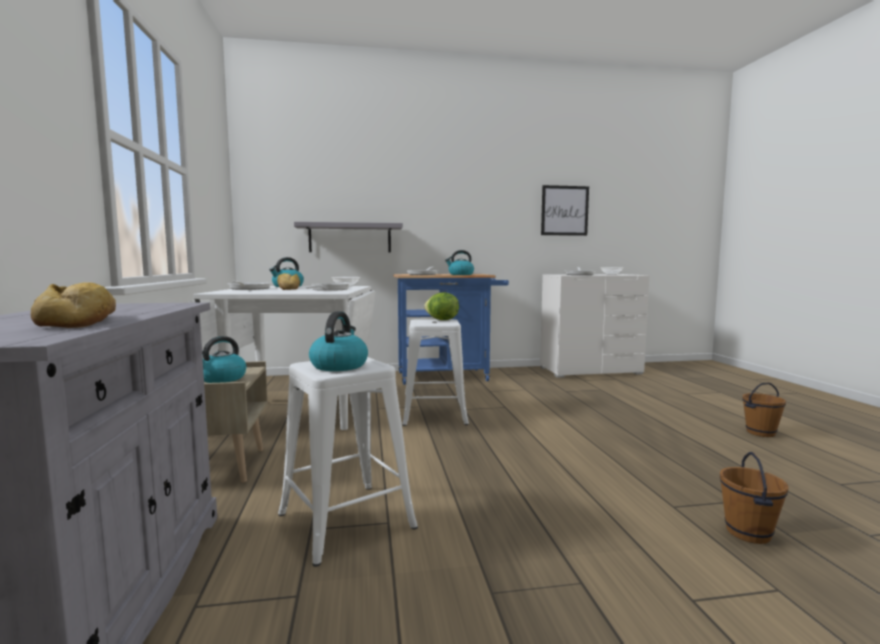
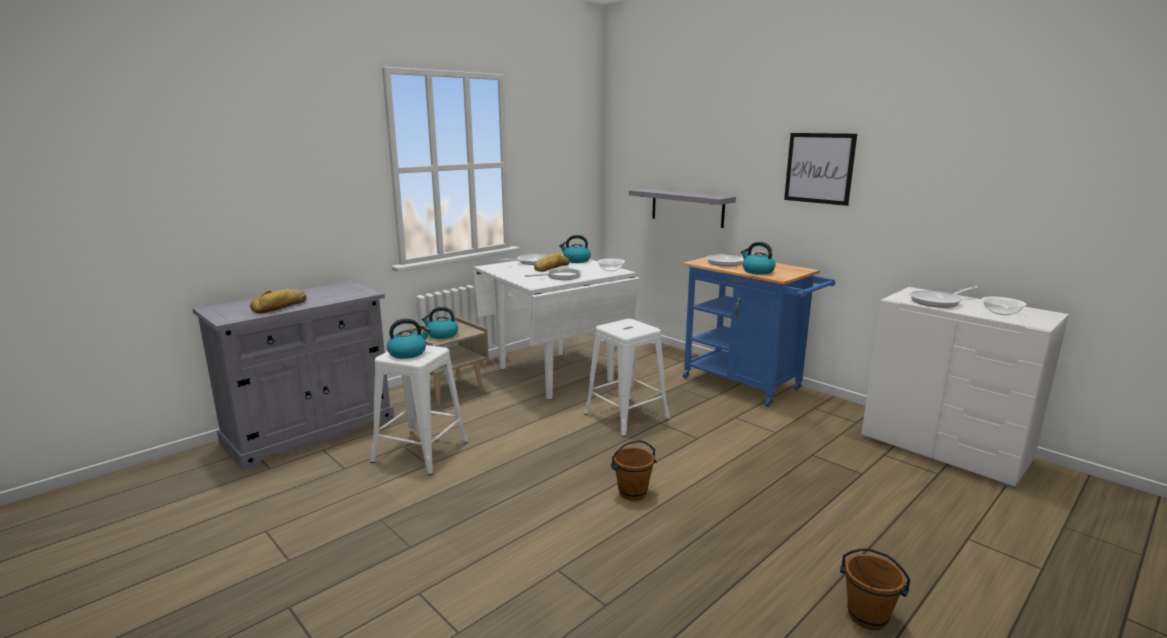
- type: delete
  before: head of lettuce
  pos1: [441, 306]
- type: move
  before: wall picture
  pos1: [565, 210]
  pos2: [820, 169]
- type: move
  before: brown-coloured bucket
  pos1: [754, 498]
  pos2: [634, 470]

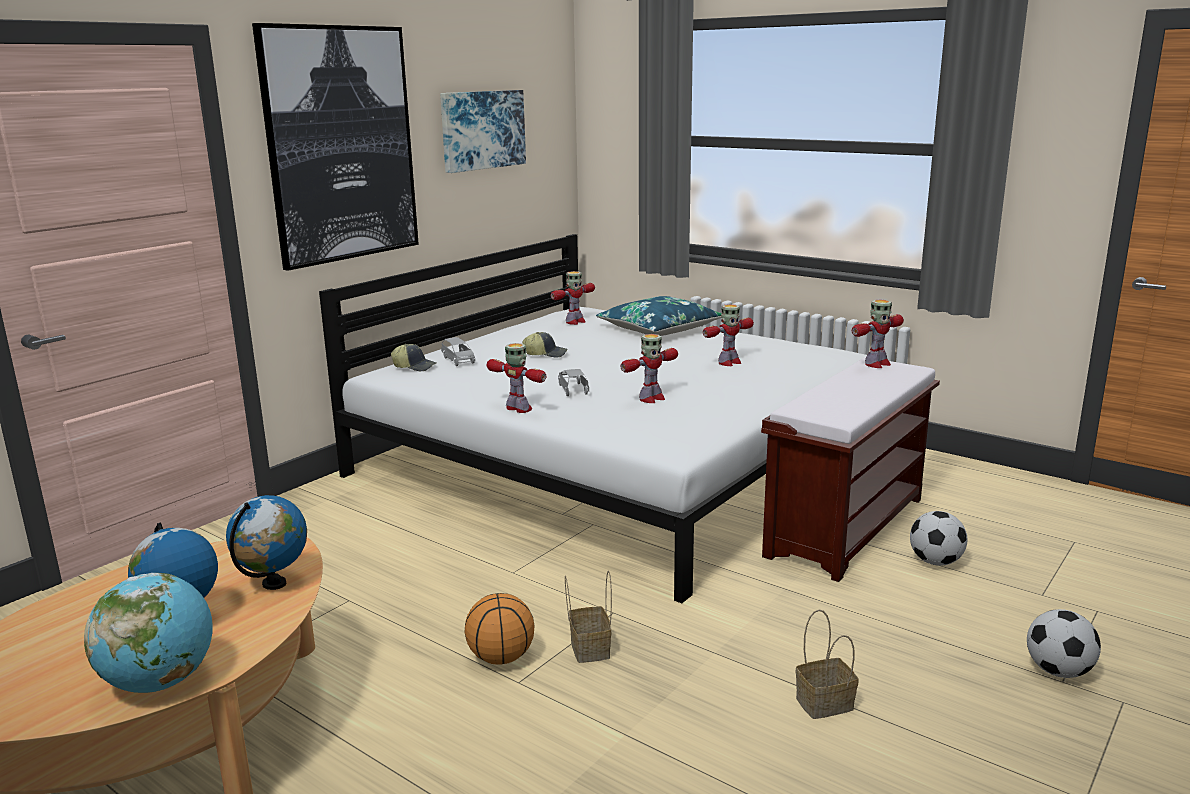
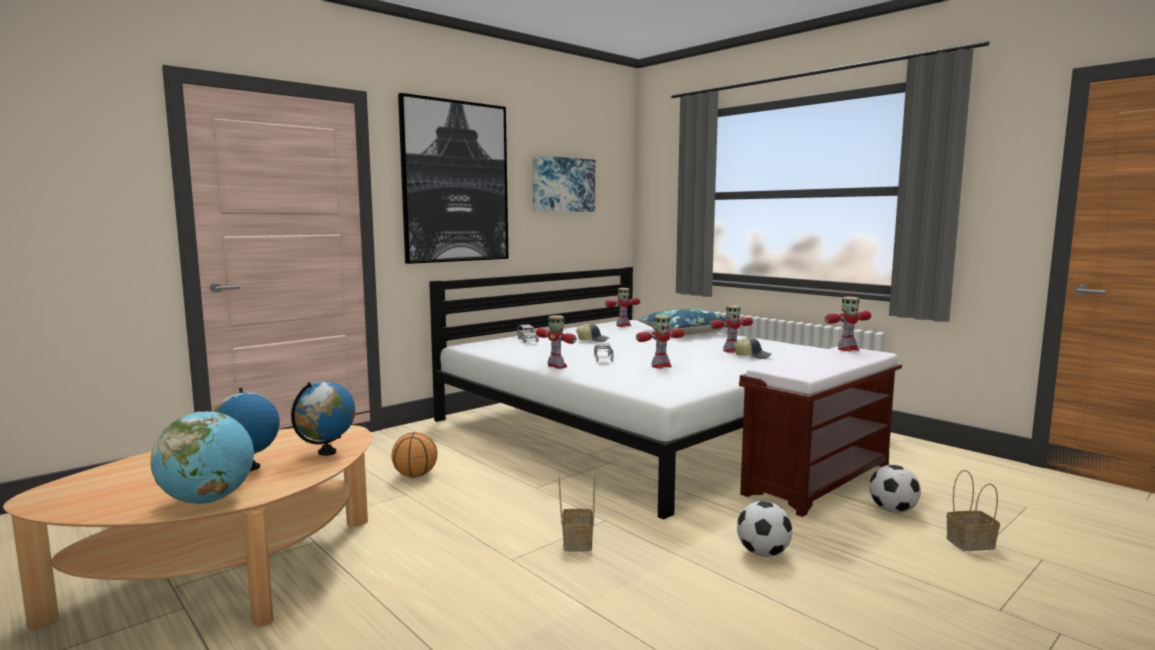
- type: move
  before: cap
  pos1: [413, 357]
  pos2: [752, 348]
- type: move
  before: basketball ball
  pos1: [499, 629]
  pos2: [414, 454]
- type: move
  before: storage basket
  pos1: [827, 664]
  pos2: [973, 510]
- type: move
  before: football
  pos1: [1064, 643]
  pos2: [764, 529]

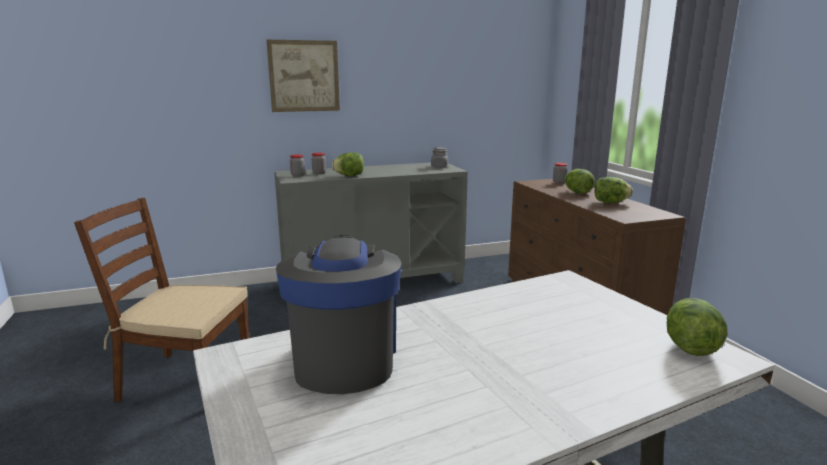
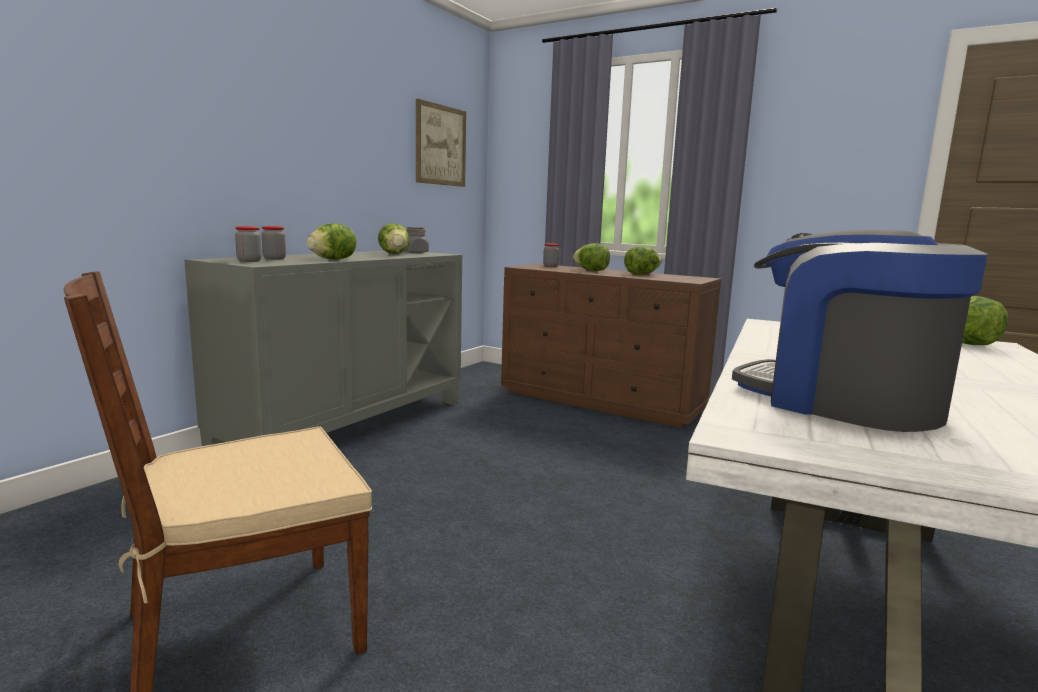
- type: insert
  after: head of lettuce
  pos2: [394, 238]
- type: move
  before: wall picture
  pos1: [303, 76]
  pos2: [441, 143]

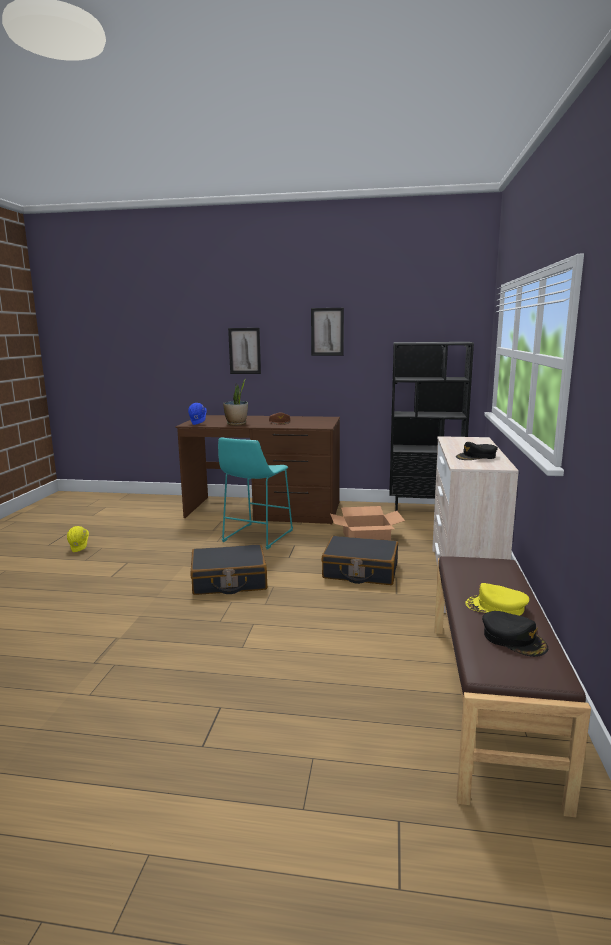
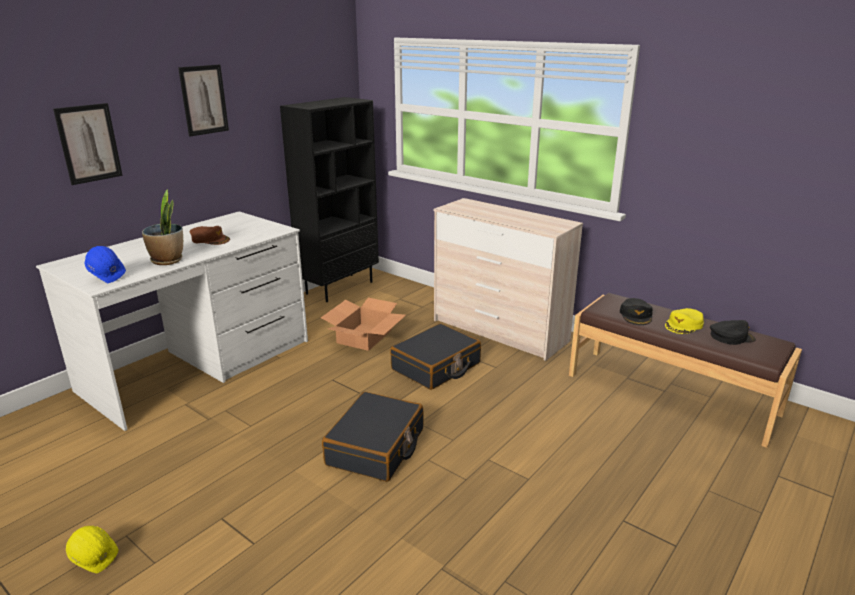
- type: delete
  before: turquoise stool seat
  pos1: [255, 493]
- type: move
  before: black-coloured cap
  pos1: [477, 451]
  pos2: [636, 311]
- type: recolor
  before: brown-coloured desk table
  after: white-coloured desk table
  pos1: [257, 469]
  pos2: [172, 321]

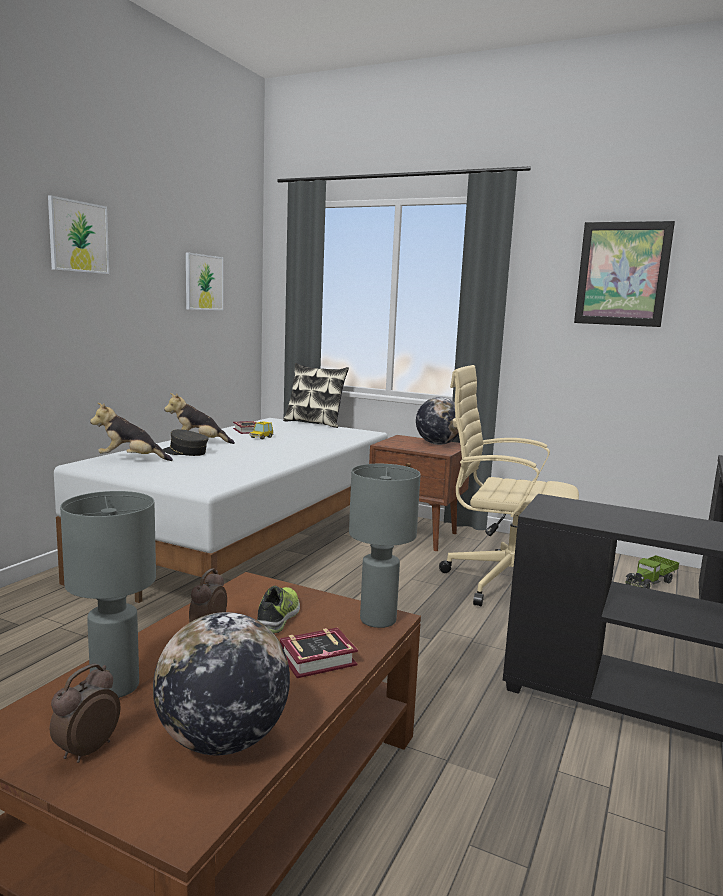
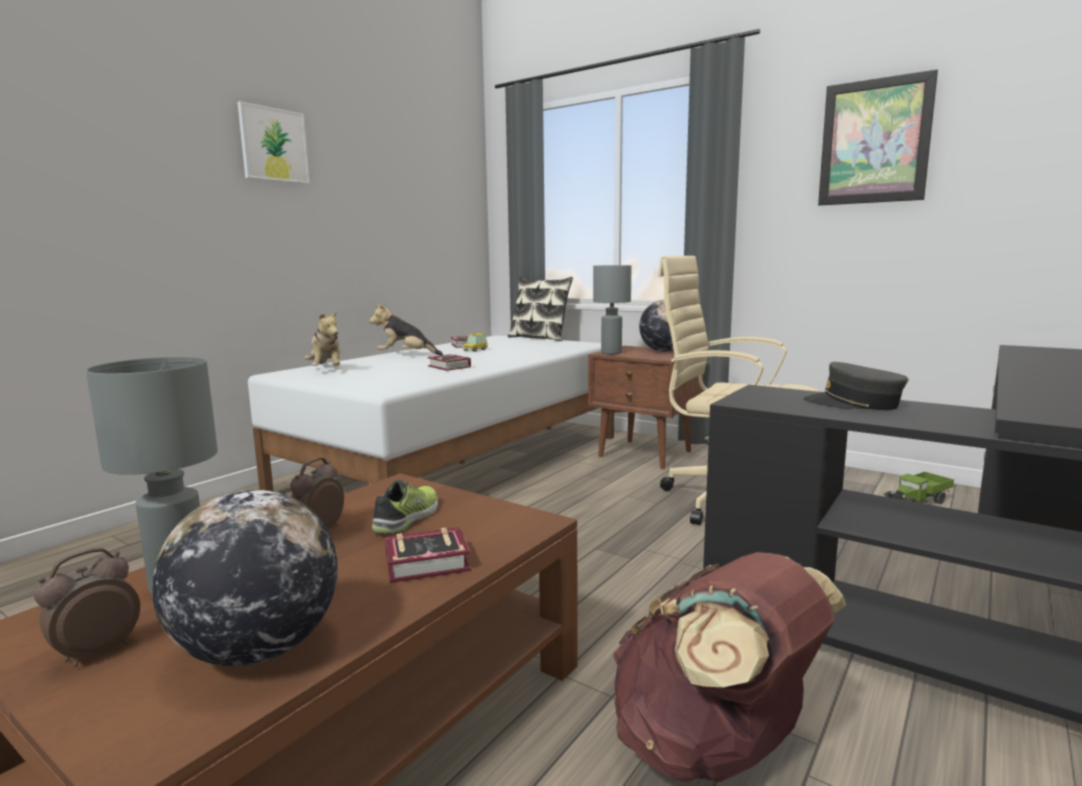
- type: delete
  before: wall picture
  pos1: [204, 281]
- type: insert
  after: book
  pos2: [449, 362]
- type: insert
  after: brown-coloured backpack
  pos2: [729, 667]
- type: move
  before: greyish cap
  pos1: [185, 442]
  pos2: [855, 386]
- type: move
  before: greyish lamp for a table
  pos1: [385, 546]
  pos2: [612, 309]
- type: rotate
  before: cuddly toy
  pos1: [131, 432]
  pos2: [322, 338]
  turn: -120

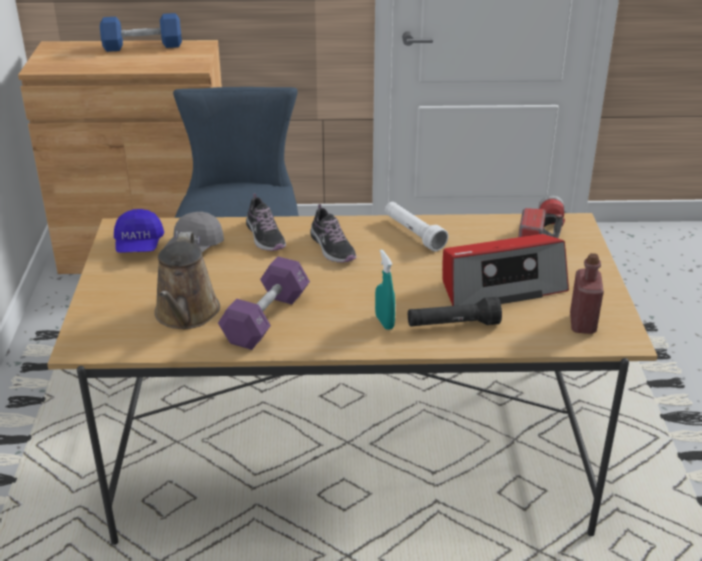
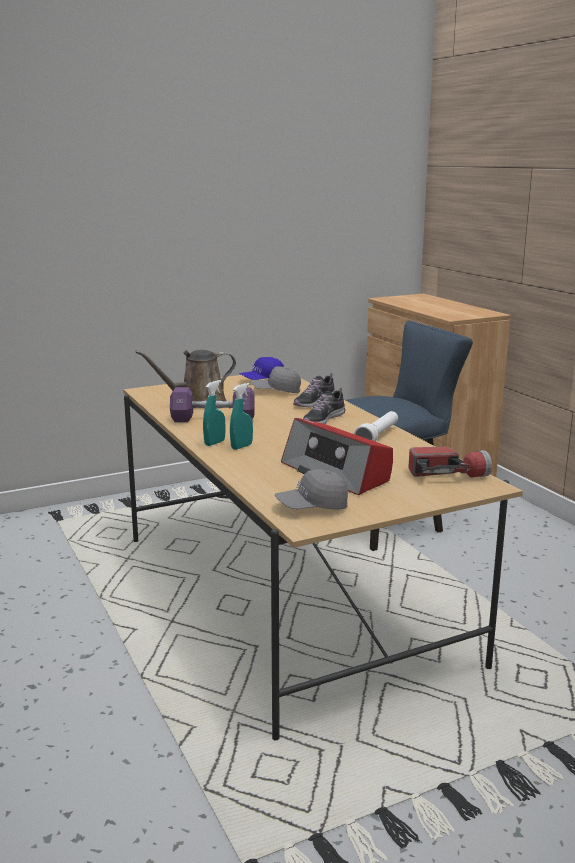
- type: delete
  before: bluish dumbbell
  pos1: [141, 32]
- type: delete
  before: black-coloured flashlight
  pos1: [455, 312]
- type: insert
  after: turquoise spray bottle
  pos2: [214, 413]
- type: replace
  before: reddish drink bottle
  after: greyish cap
  pos1: [587, 293]
  pos2: [311, 489]

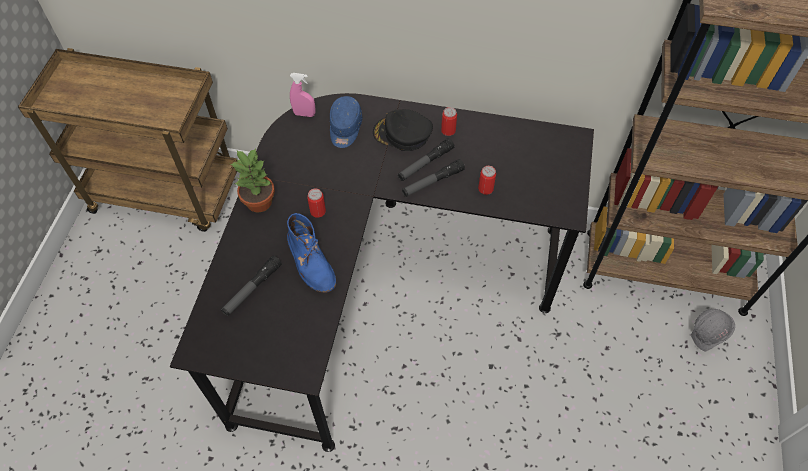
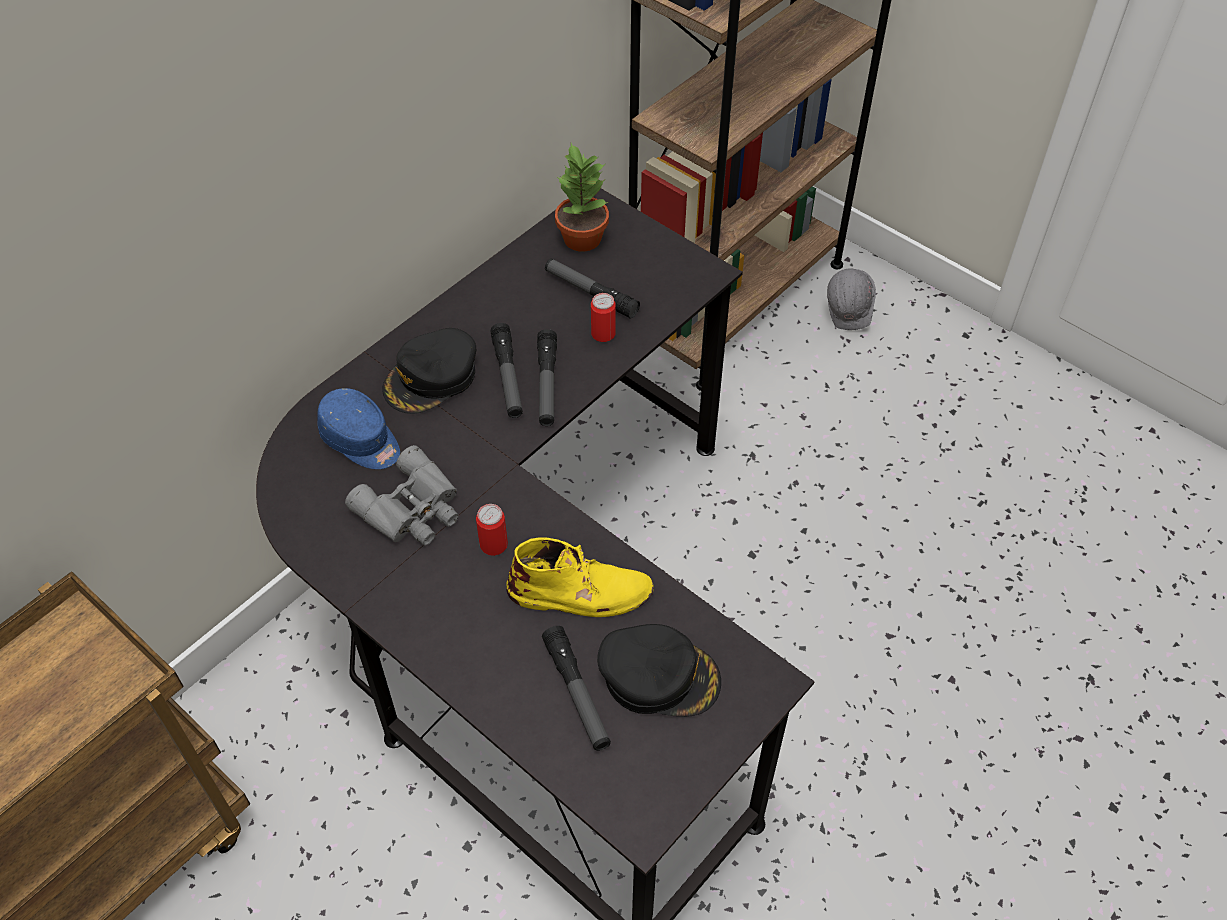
- type: delete
  before: pink-coloured spray bottle
  pos1: [303, 95]
- type: delete
  before: can
  pos1: [449, 121]
- type: insert
  after: greyish binoculars
  pos2: [402, 495]
- type: insert
  after: flashlight
  pos2: [592, 289]
- type: insert
  after: black-coloured cap
  pos2: [659, 670]
- type: move
  before: potted plant
  pos1: [253, 181]
  pos2: [582, 197]
- type: recolor
  before: bluish tall boot
  after: yellow-coloured tall boot
  pos1: [311, 253]
  pos2: [580, 577]

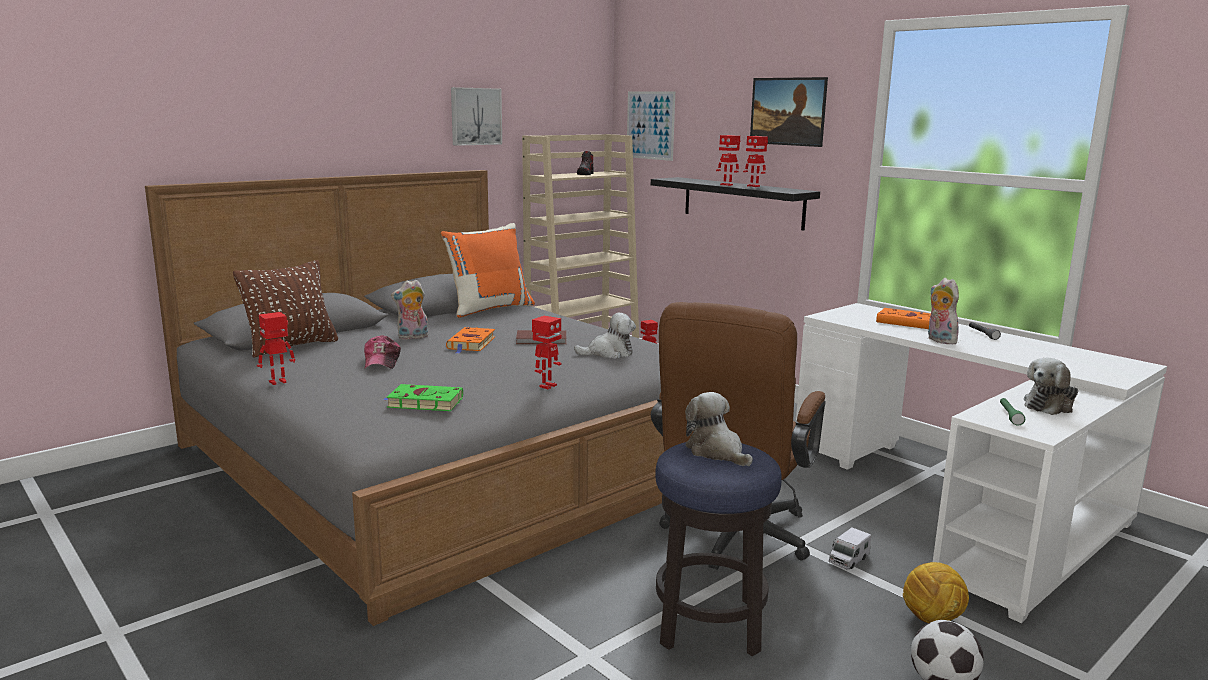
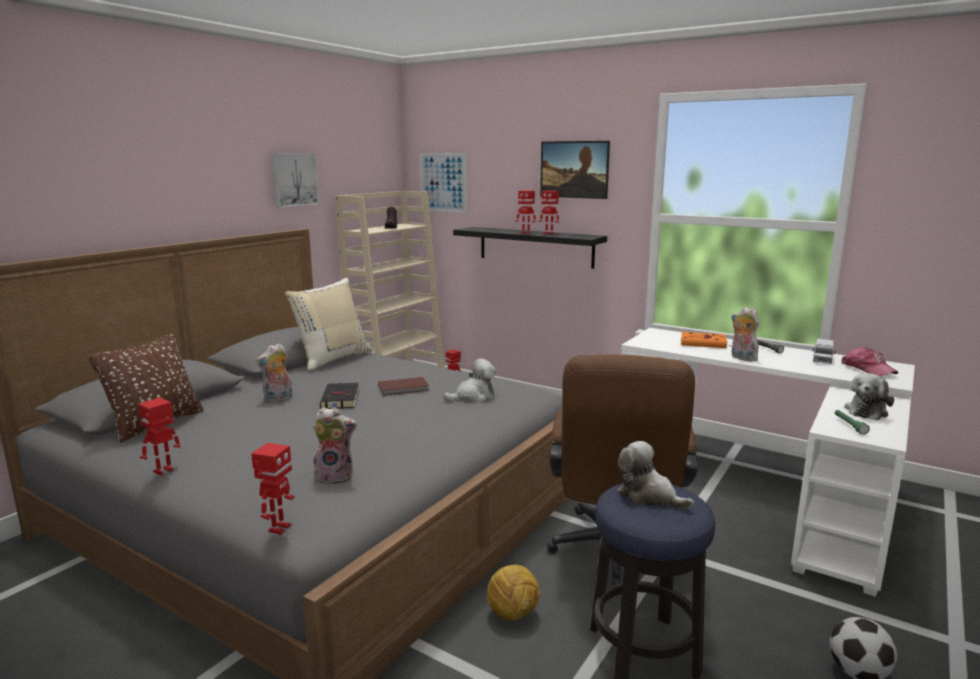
- type: move
  before: cap
  pos1: [382, 352]
  pos2: [870, 361]
- type: move
  before: robot figure
  pos1: [546, 353]
  pos2: [273, 489]
- type: move
  before: toy lorry
  pos1: [850, 549]
  pos2: [823, 351]
- type: move
  before: football
  pos1: [936, 592]
  pos2: [513, 592]
- type: replace
  before: green book
  after: cuddly toy
  pos1: [423, 397]
  pos2: [335, 446]
- type: recolor
  before: orange-coloured pillow
  after: beige-coloured pillow
  pos1: [488, 270]
  pos2: [329, 325]
- type: recolor
  before: orange-coloured book
  after: black-coloured book
  pos1: [470, 340]
  pos2: [339, 396]

